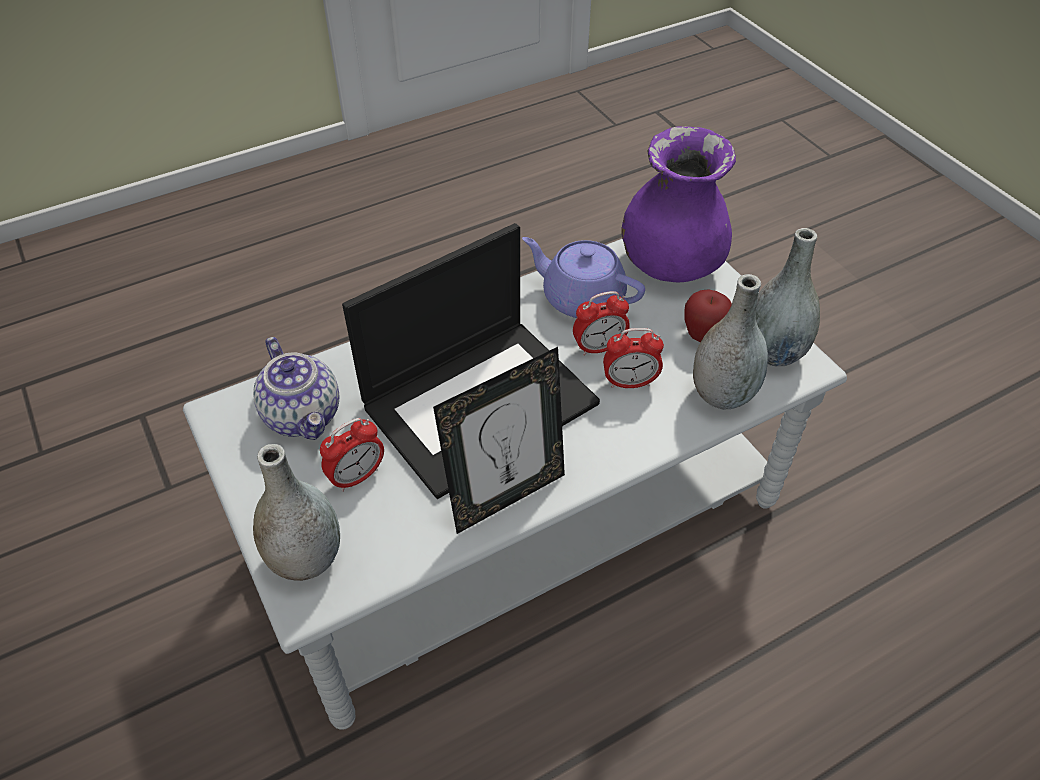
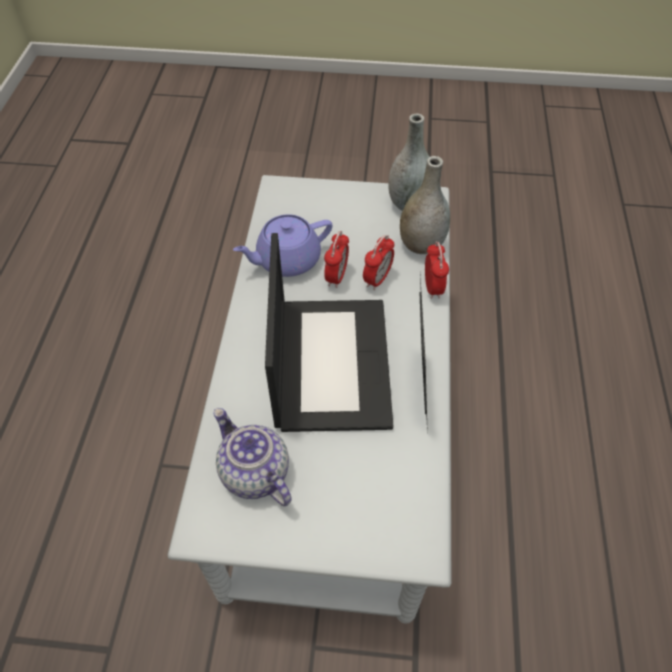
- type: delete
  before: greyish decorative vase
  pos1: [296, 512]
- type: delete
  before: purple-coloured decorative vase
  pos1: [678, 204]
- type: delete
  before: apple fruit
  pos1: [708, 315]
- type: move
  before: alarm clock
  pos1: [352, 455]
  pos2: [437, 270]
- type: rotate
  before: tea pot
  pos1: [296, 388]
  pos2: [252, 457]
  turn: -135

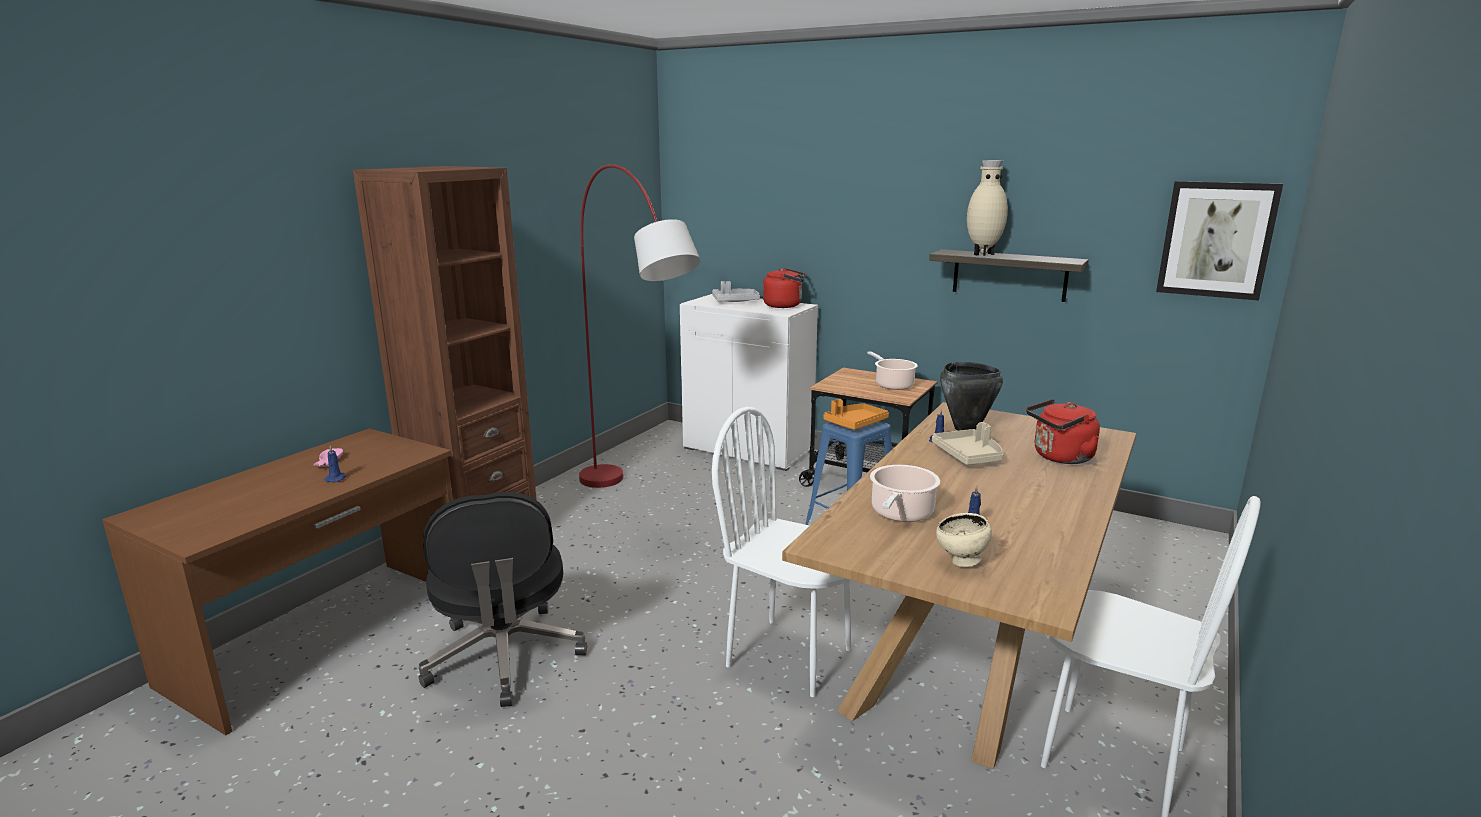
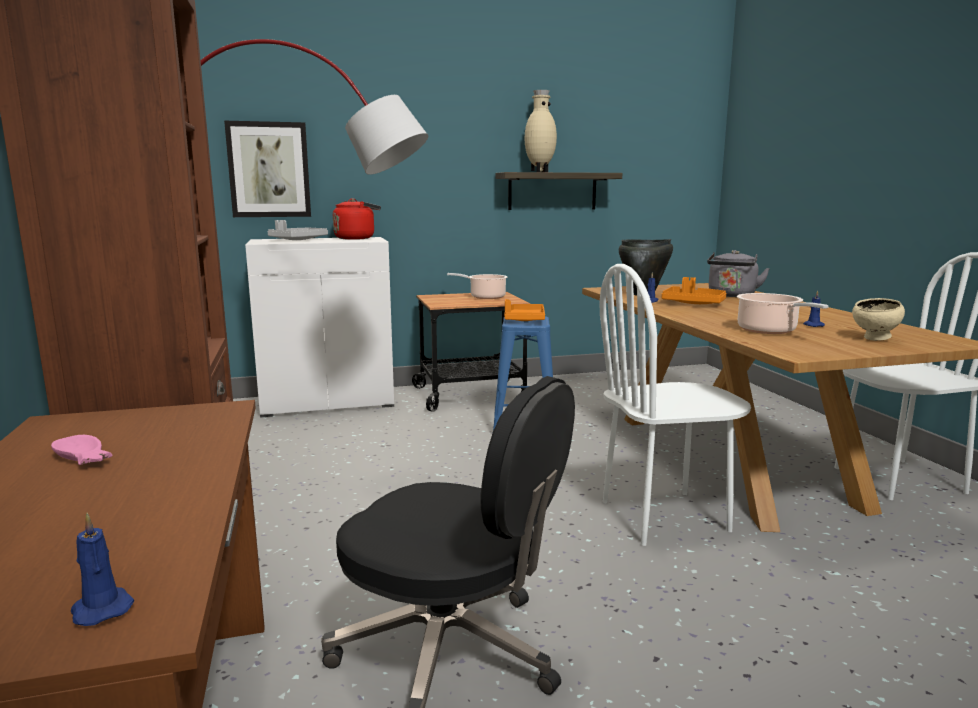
- type: move
  before: bluish wax light
  pos1: [335, 463]
  pos2: [102, 569]
- type: move
  before: wall picture
  pos1: [1219, 241]
  pos2: [267, 169]
- type: recolor
  before: beige-coloured carrying tray
  after: orange-coloured carrying tray
  pos1: [967, 443]
  pos2: [694, 290]
- type: recolor
  before: reddish water kettle
  after: greyish water kettle
  pos1: [1063, 431]
  pos2: [738, 273]

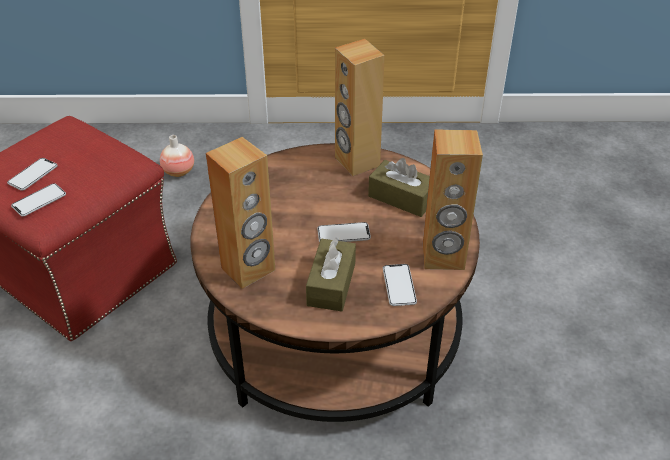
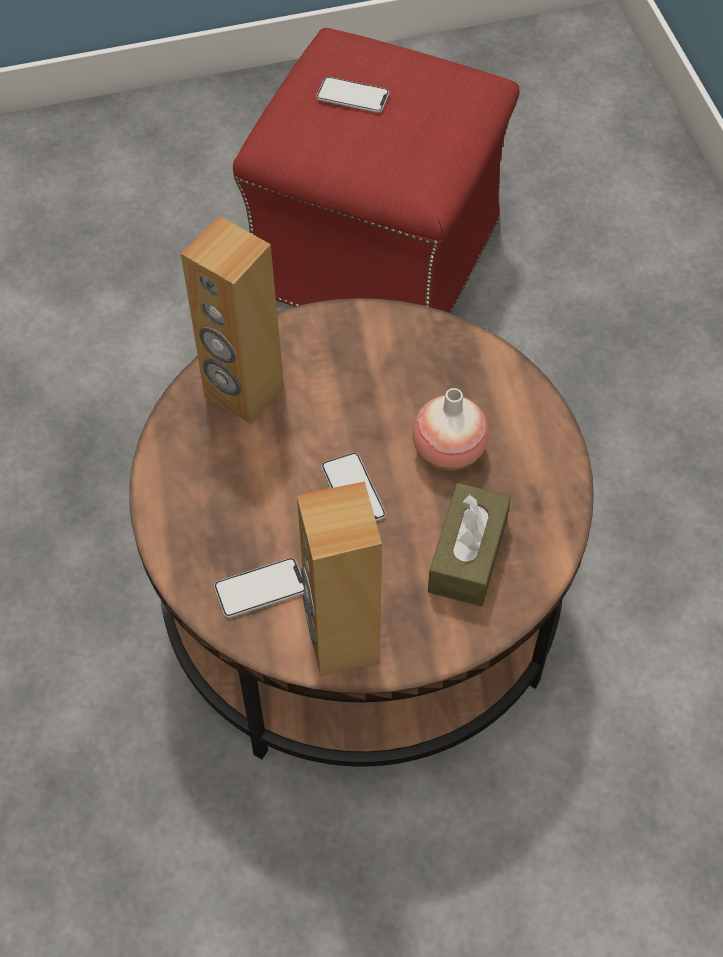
- type: delete
  before: phone
  pos1: [38, 200]
- type: delete
  before: brown-coloured tissue holder
  pos1: [331, 274]
- type: delete
  before: brown-coloured loudspeaker
  pos1: [360, 107]
- type: move
  before: decorative vase
  pos1: [177, 156]
  pos2: [450, 429]

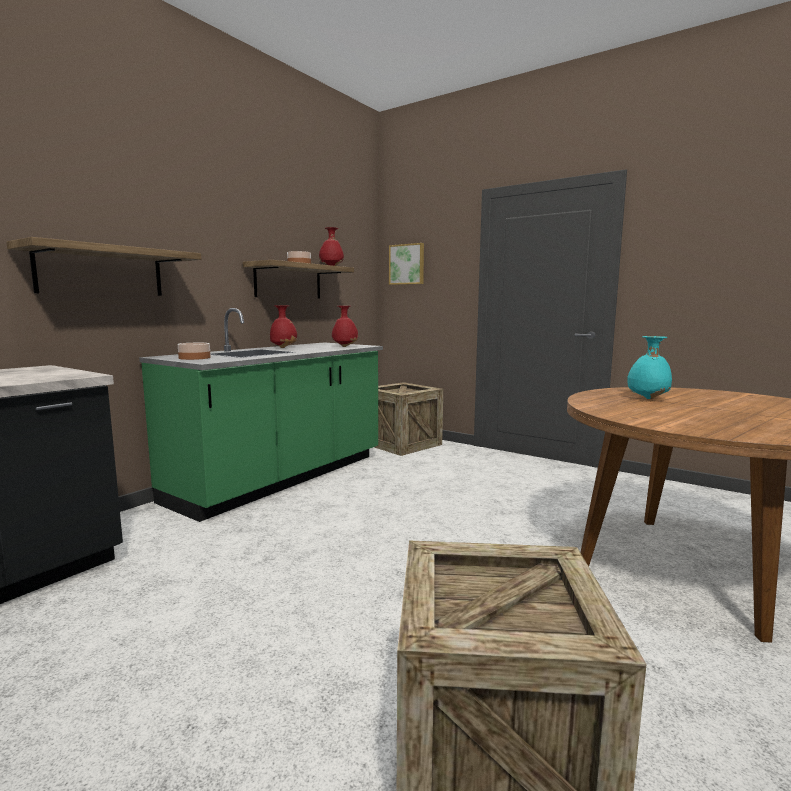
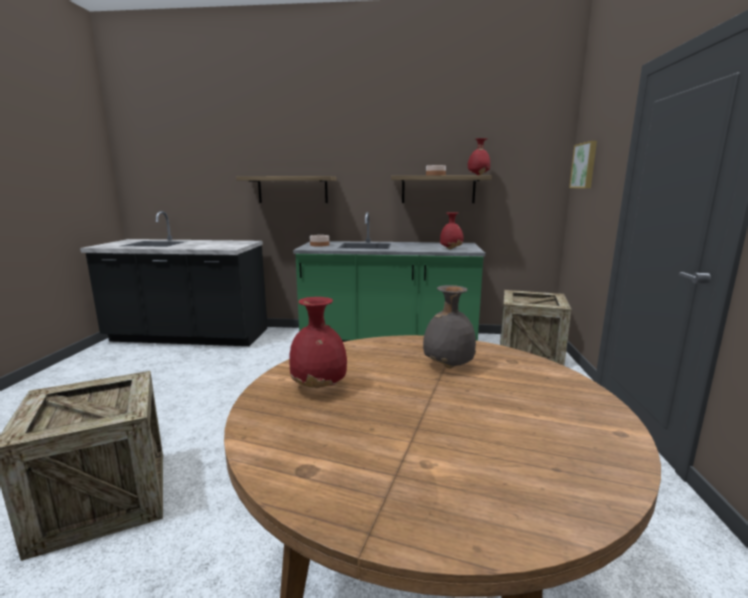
- type: move
  before: reddish decorative vase
  pos1: [283, 327]
  pos2: [318, 342]
- type: recolor
  before: turquoise decorative vase
  after: greyish decorative vase
  pos1: [649, 367]
  pos2: [449, 326]

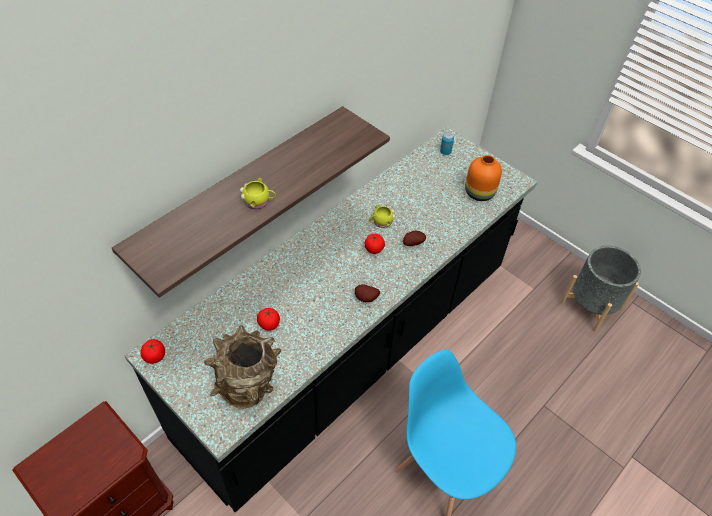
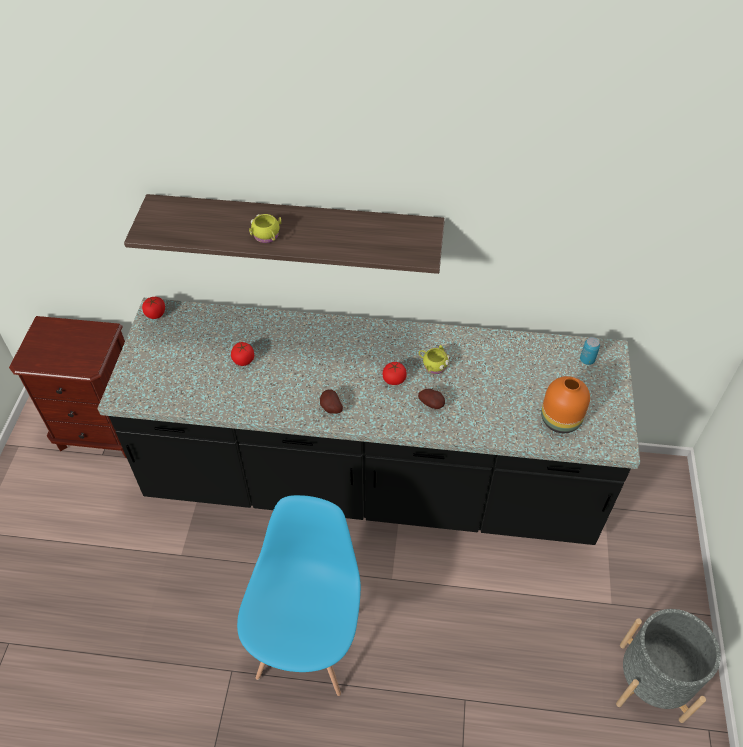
- type: delete
  before: brown-coloured decorative vase
  pos1: [242, 367]

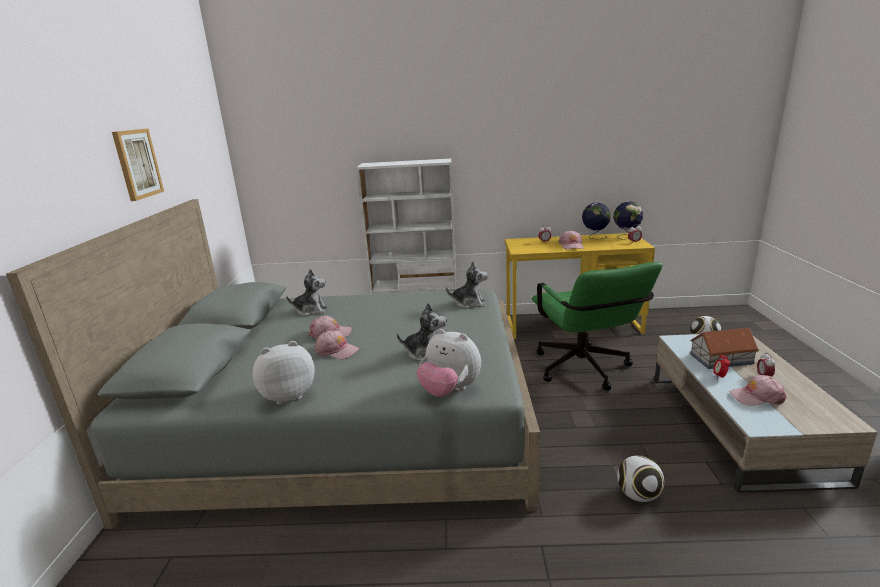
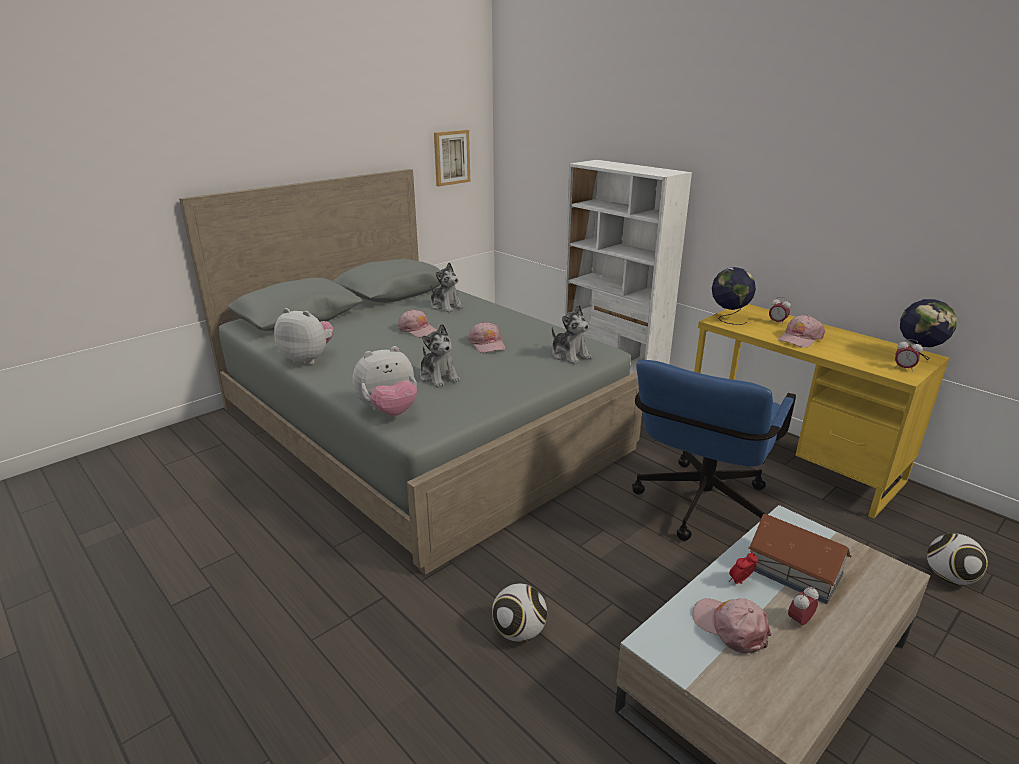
- type: move
  before: wall picture
  pos1: [138, 165]
  pos2: [452, 158]
- type: move
  before: pink-coloured cap
  pos1: [337, 344]
  pos2: [487, 337]
- type: move
  before: world globe
  pos1: [596, 221]
  pos2: [734, 296]
- type: recolor
  before: green desk chair
  after: bluish desk chair
  pos1: [597, 326]
  pos2: [714, 450]
- type: rotate
  before: cuddly toy
  pos1: [449, 363]
  pos2: [384, 381]
  turn: -105

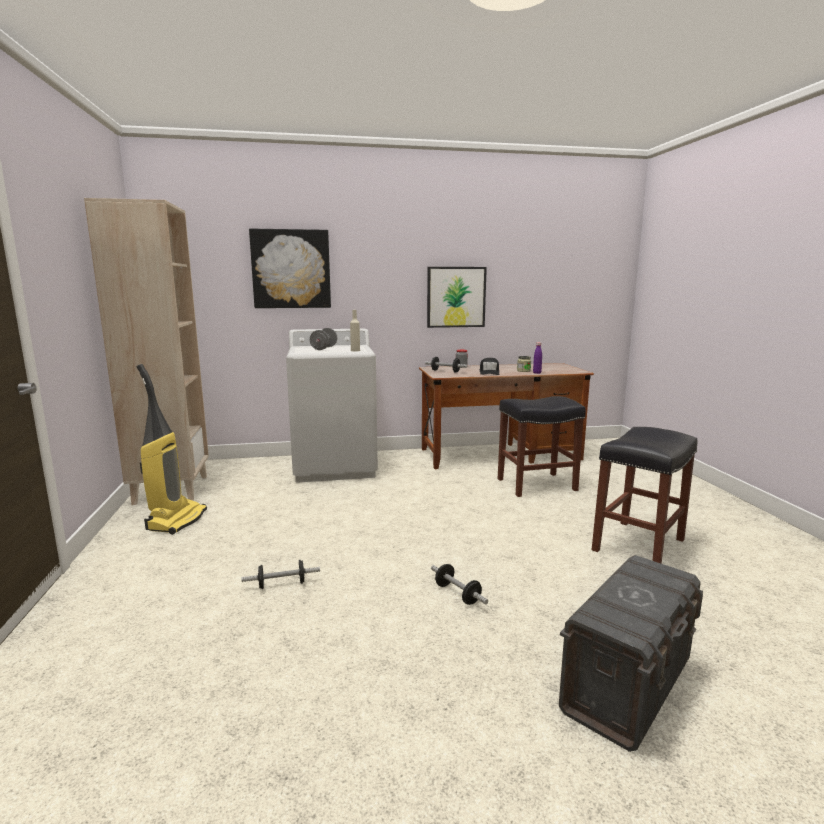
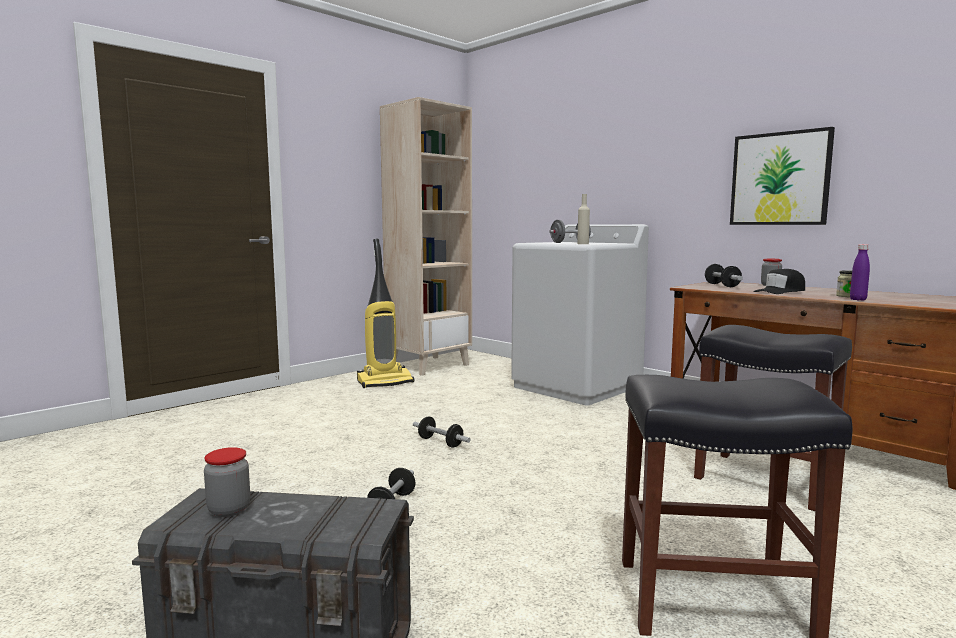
- type: delete
  before: wall picture
  pos1: [290, 268]
- type: insert
  after: preserve jar
  pos2: [227, 482]
- type: move
  before: dumbbell
  pos1: [280, 574]
  pos2: [442, 432]

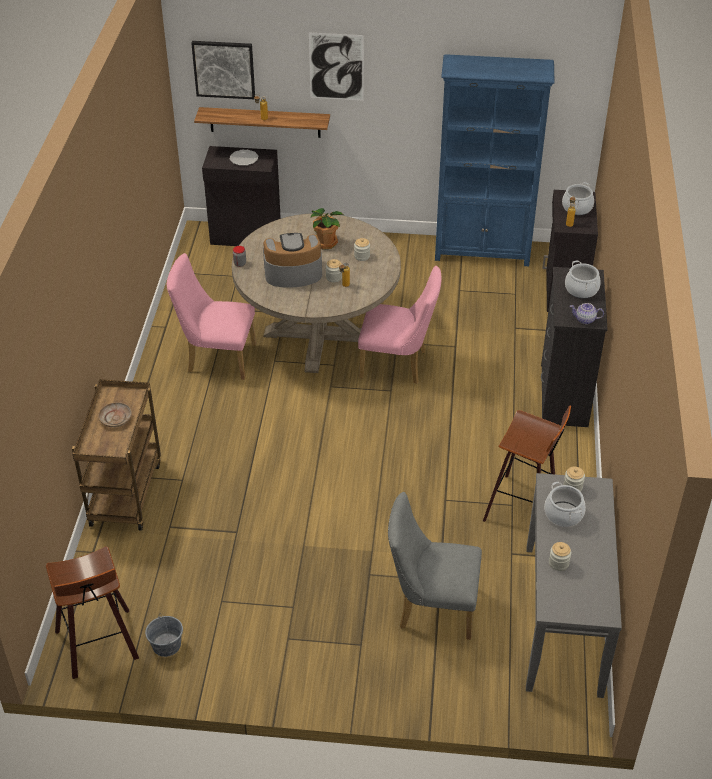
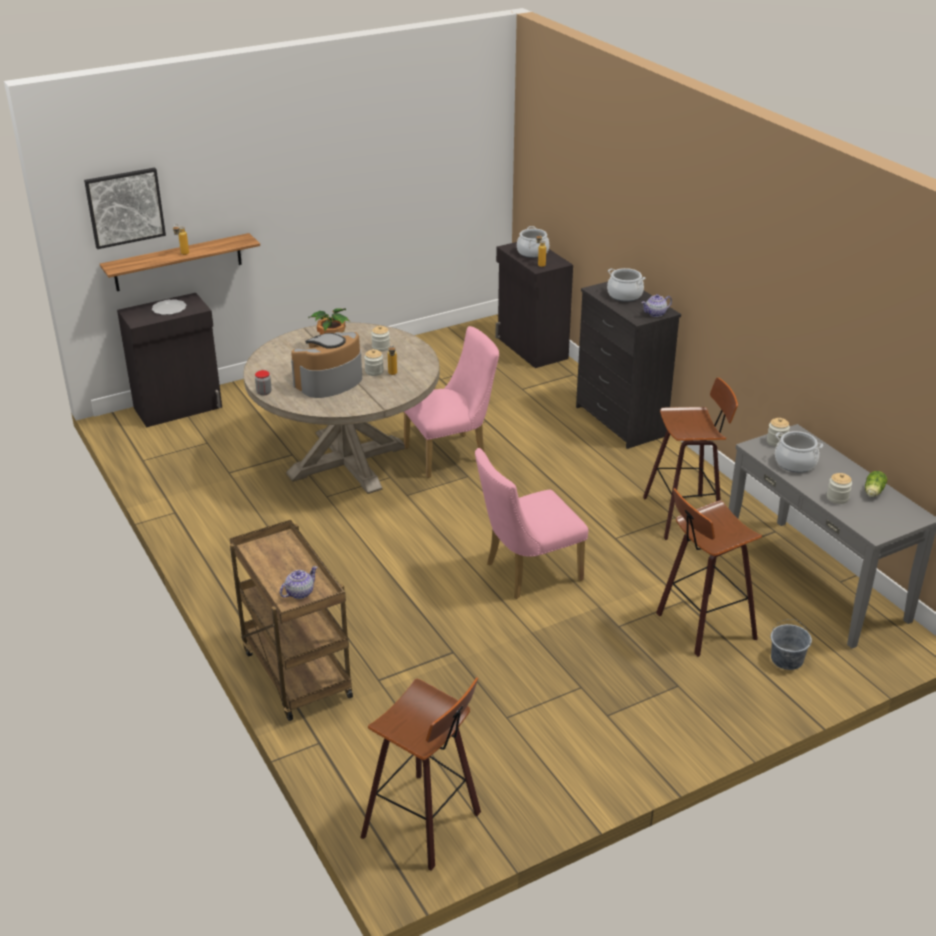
- type: delete
  before: beige-coloured plate
  pos1: [115, 414]
- type: delete
  before: wall picture
  pos1: [336, 67]
- type: delete
  before: bluish bookcase
  pos1: [495, 160]
- type: insert
  after: tea pot
  pos2: [298, 582]
- type: insert
  after: head of lettuce
  pos2: [876, 484]
- type: move
  before: greyish bucket
  pos1: [164, 635]
  pos2: [791, 644]
- type: move
  before: pink-coloured upright chair
  pos1: [211, 316]
  pos2: [531, 523]
- type: replace
  before: greyish upright chair
  after: stool seat
  pos1: [435, 566]
  pos2: [709, 572]

